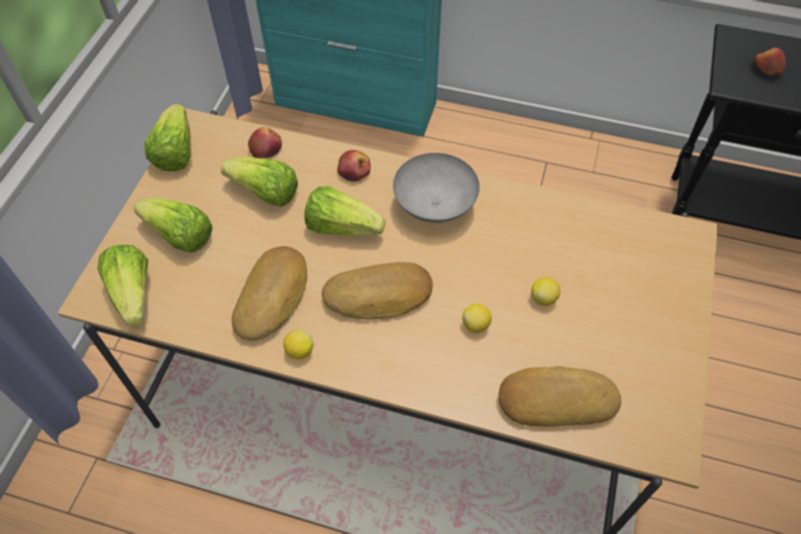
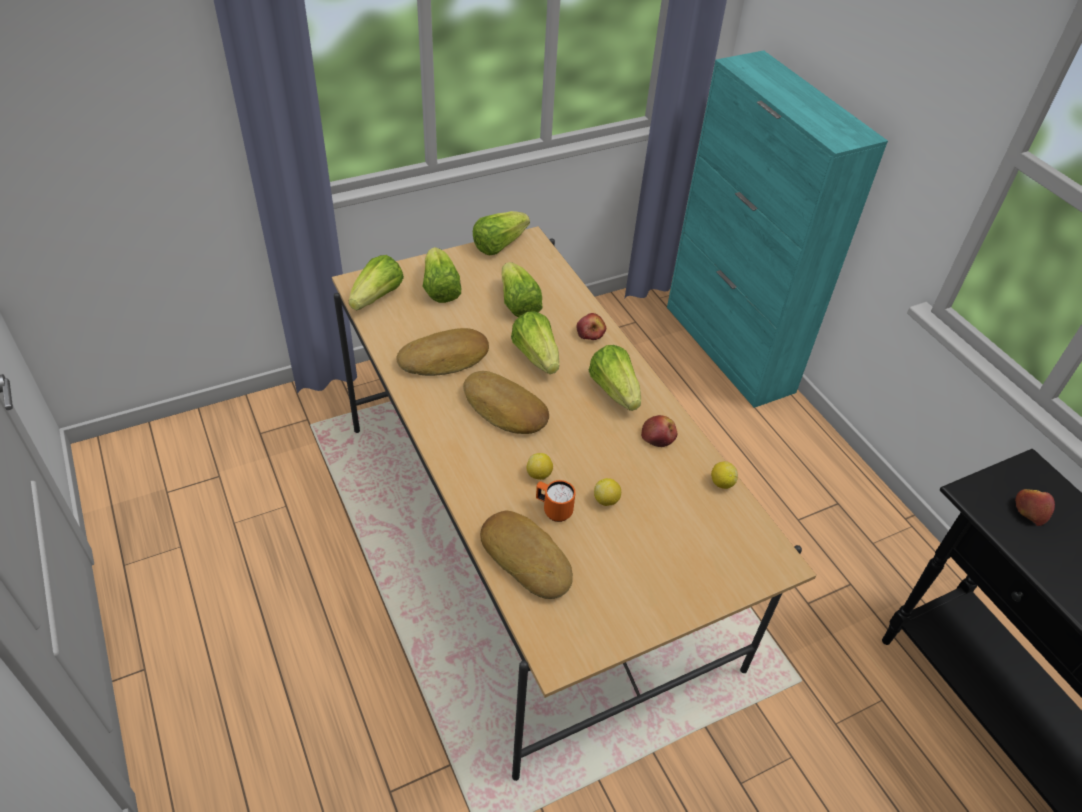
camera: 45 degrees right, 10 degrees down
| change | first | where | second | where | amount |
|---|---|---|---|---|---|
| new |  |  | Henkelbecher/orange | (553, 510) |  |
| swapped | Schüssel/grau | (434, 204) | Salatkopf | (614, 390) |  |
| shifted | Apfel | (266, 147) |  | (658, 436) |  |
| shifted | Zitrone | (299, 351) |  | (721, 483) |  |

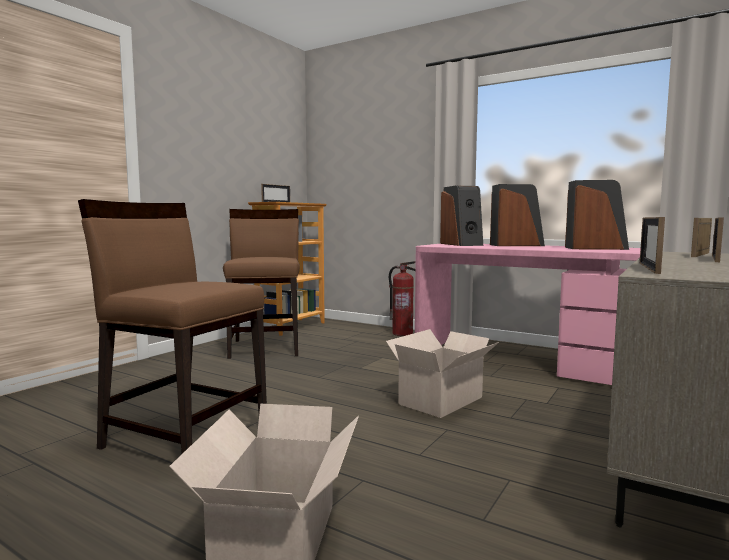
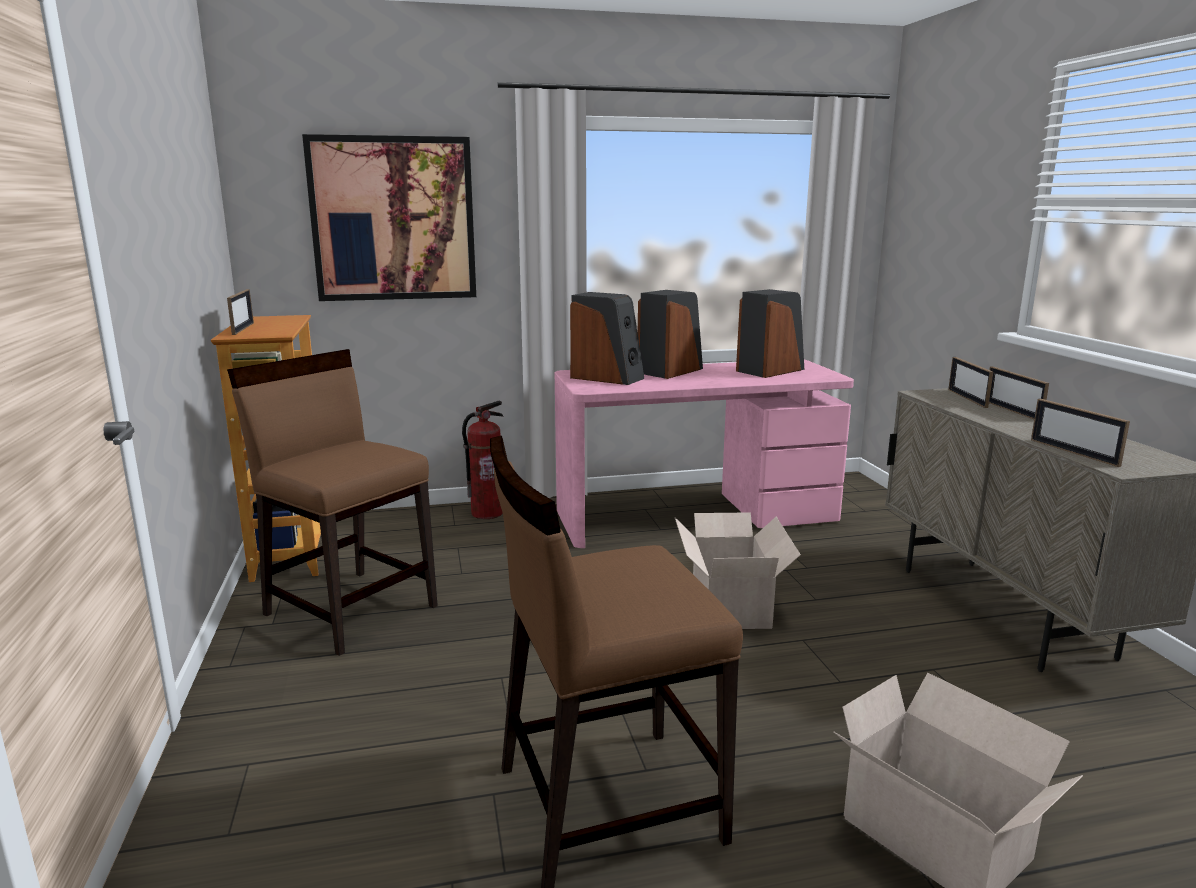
camera: 45 degrees left, 10 degrees up
| change | first | where | second | where | amount |
|---|---|---|---|---|---|
| new |  |  | Bild | (393, 219) |  |

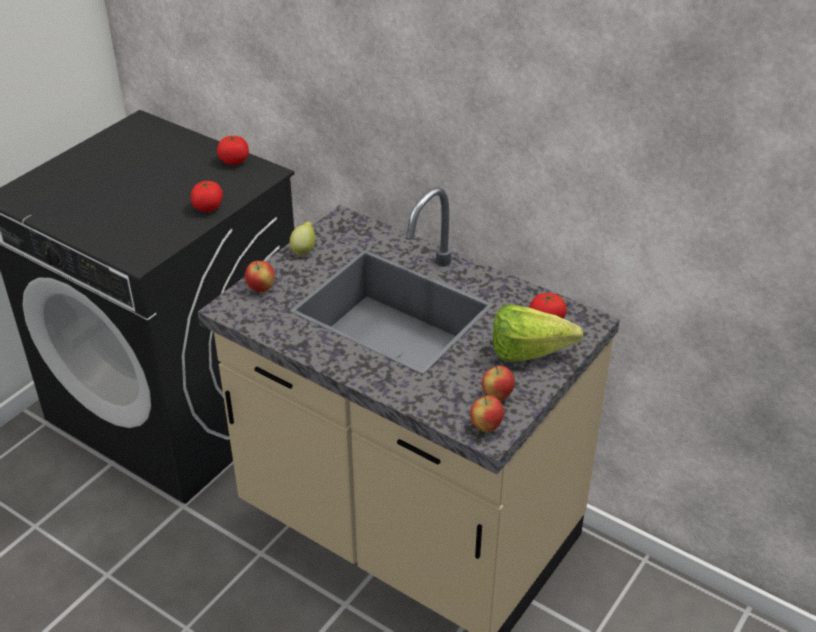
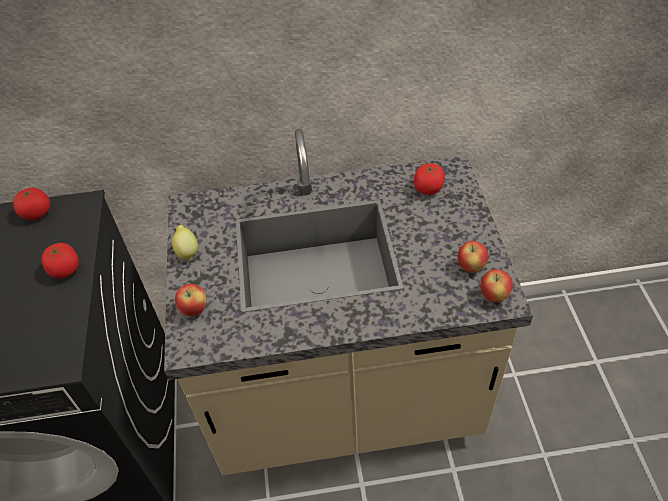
camera: 40 degrees left, 10 degrees up
| change | first | where | second | where | amount |
|---|---|---|---|---|---|
| gone | Salatkopf | (535, 354) |  |  |  |

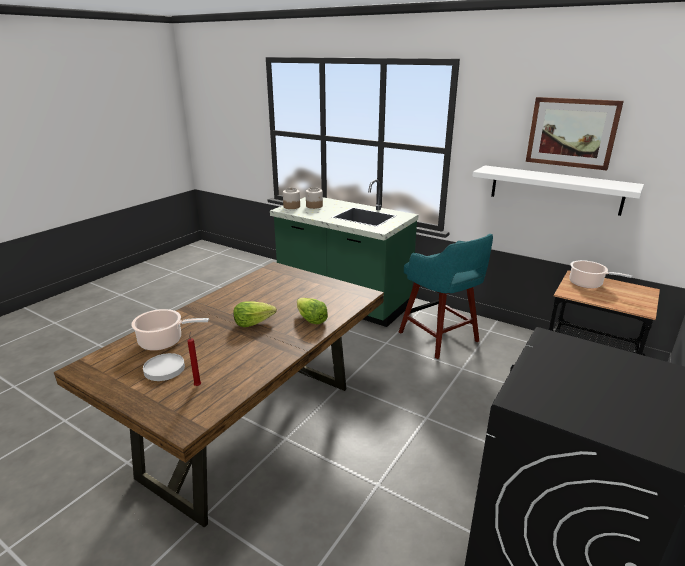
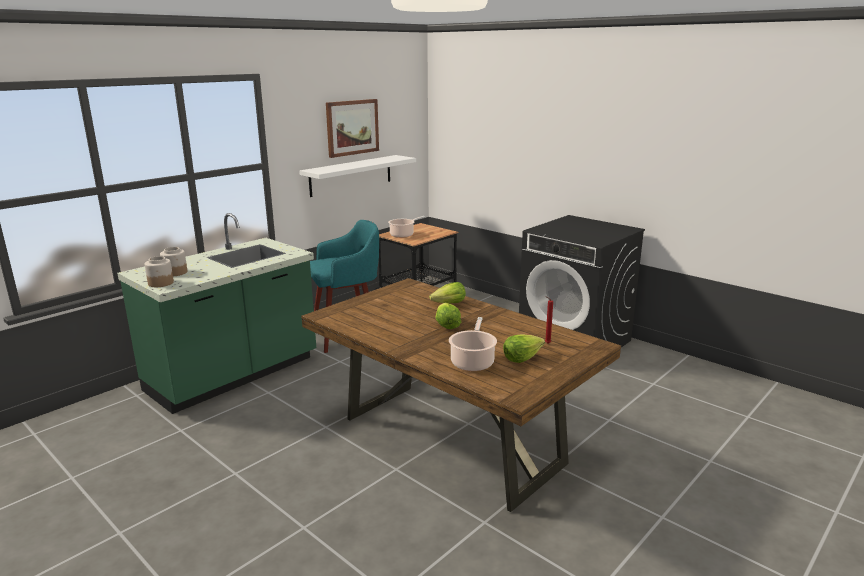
camera: 80 degrees left, 5 degrees down
| change | first | where | second | where | amount |
|---|---|---|---|---|---|
| swapped | Teller/weiß | (164, 369) | Salatkopf | (521, 358) |  |

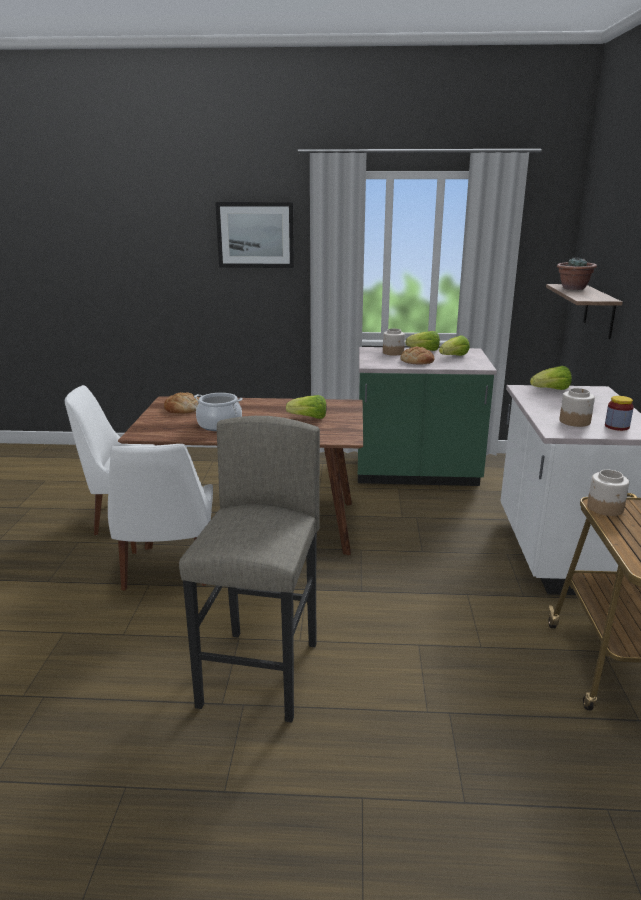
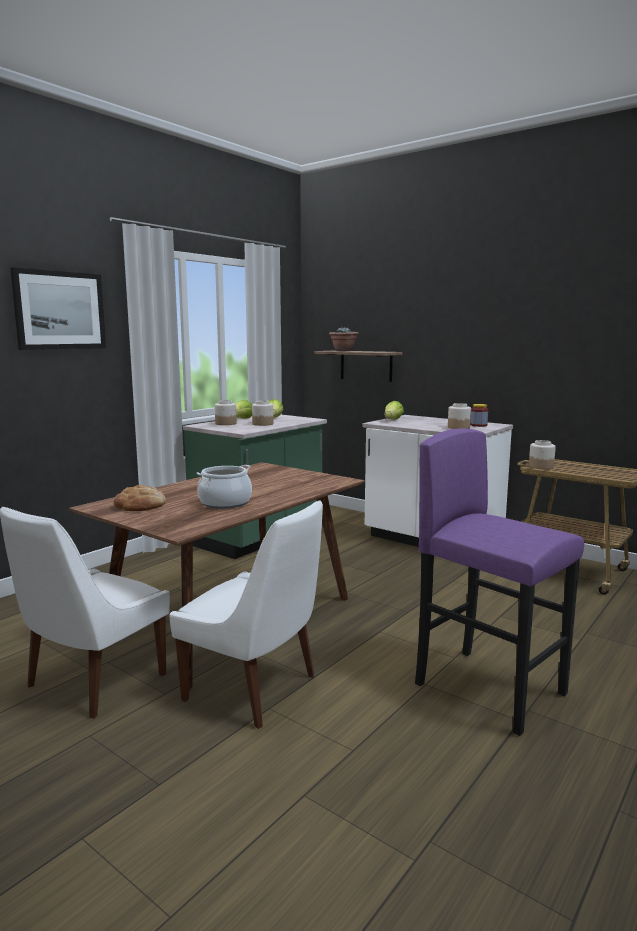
camera: 55 degrees left, 10 degrees down
| change | first | where | second | where | amount |
|---|---|---|---|---|---|
| swapped | Brot | (417, 361) | Vorratsglas | (263, 424) |  |
| repainted | Hocker/grau | (261, 674) | Hocker/lila | (490, 688) |  |
| gone | Salatkopf | (309, 418) |  |  |  |

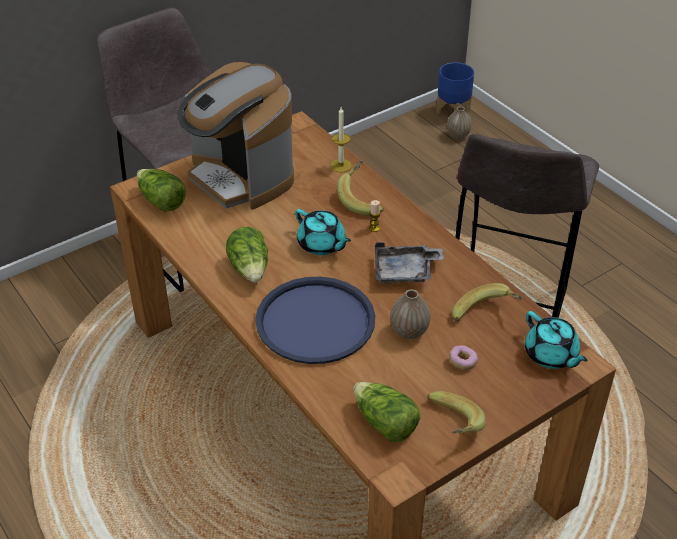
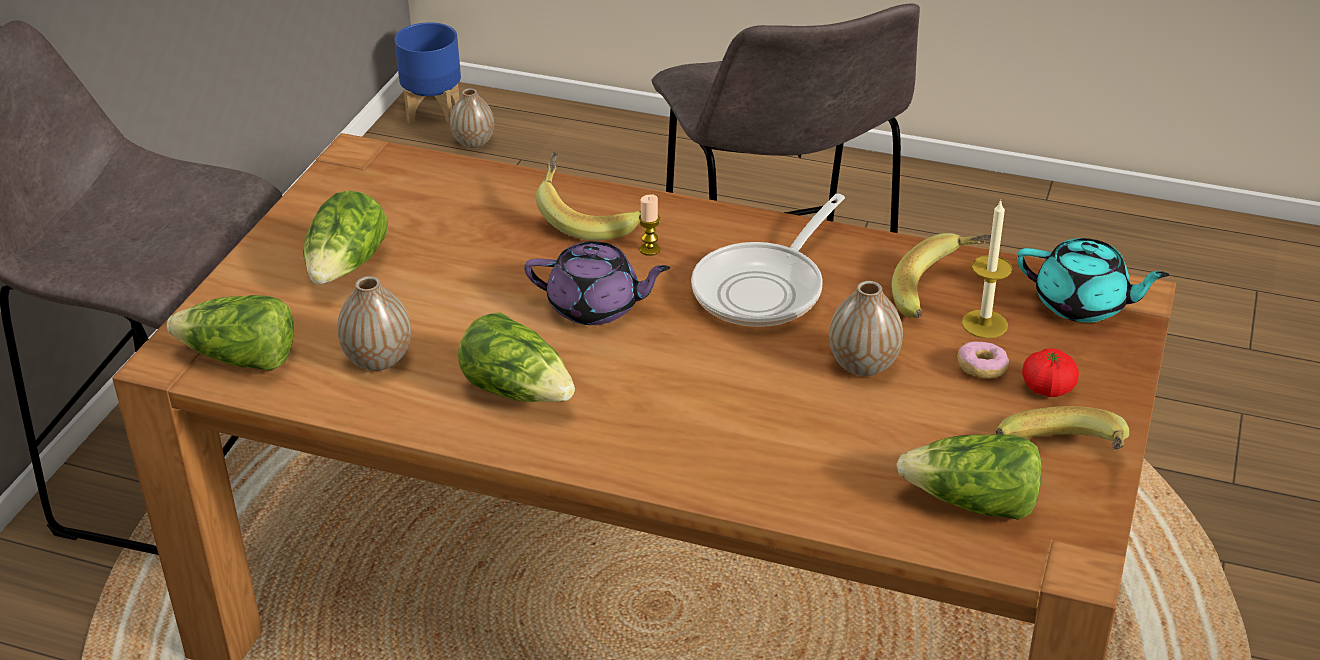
camera: 35 degrees left, 5 degrees down
| change | first | where | second | where | amount |
|---|---|---|---|---|---|
| swapped | Kaffeemaschine | (240, 177) | Salatkopf | (347, 267) |  |
| new |  |  | Vase | (378, 360) |  |
| repainted | Teekanne/türkis | (322, 245) | Teekanne/lila | (596, 307) |  |
| swapped | Tablett/grau | (405, 272) | Pfanne | (764, 288) |  |
| shifted | Kerze | (340, 165) |  | (984, 324) |  |
| new |  |  | Tomate | (1048, 388) |  |
| gone | Tablett/blau | (315, 321) |  |  |  |

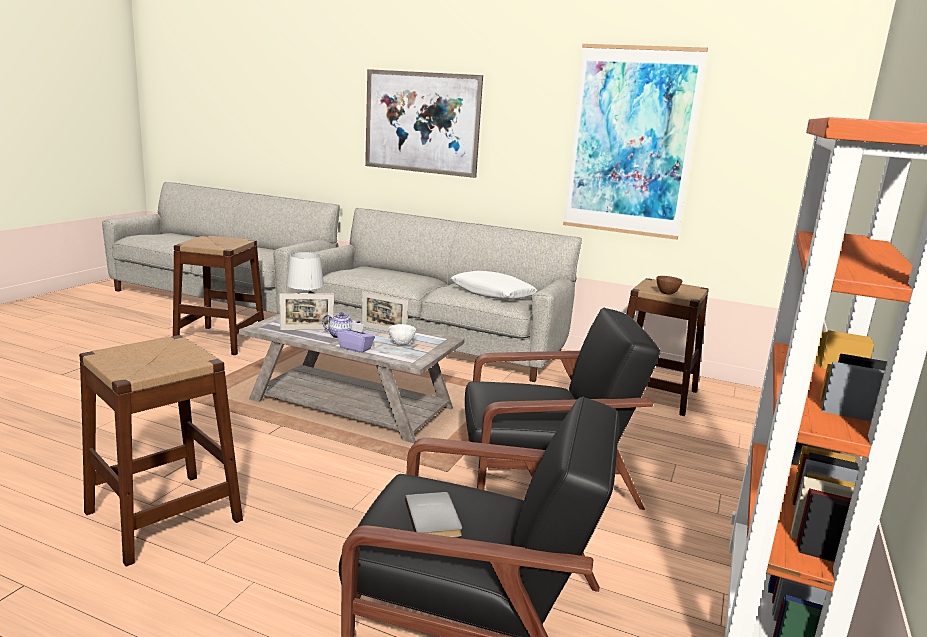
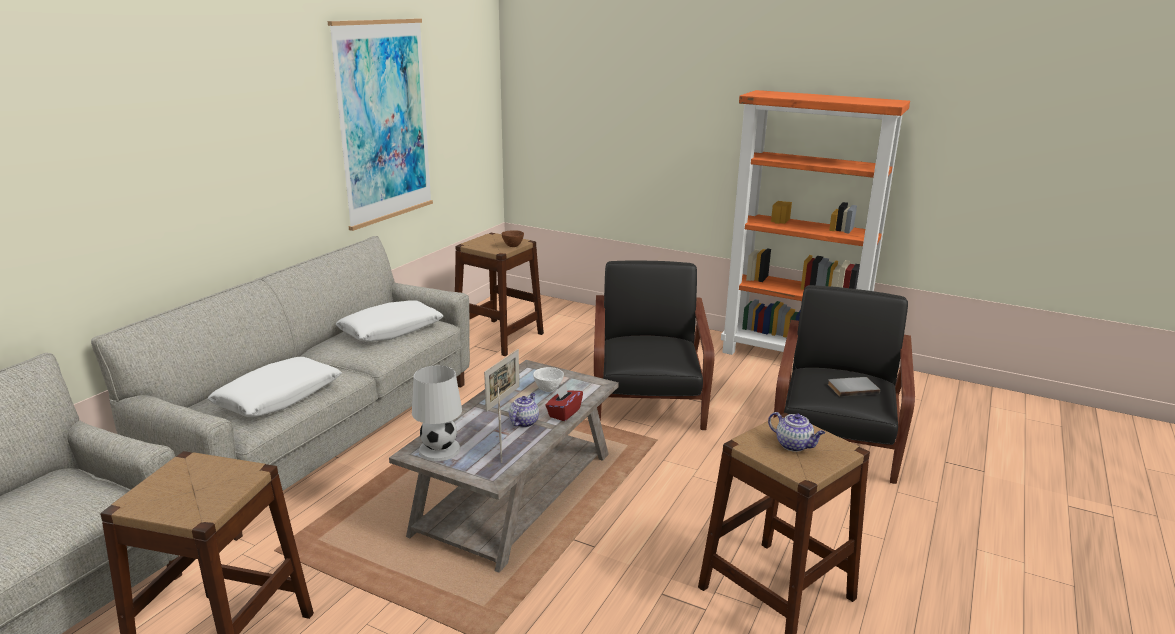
camera: 85 degrees left, 5 degrees up
| change | first | where | second | where | amount |
|---|---|---|---|---|---|
| new |  |  | Kissen/weiß | (278, 398) |  |
| repainted | Taschentuchbox/lila | (355, 348) | Taschentuchbox/rot | (564, 413) |  |
| new |  |  | Teekanne | (794, 445) |  |
| gone | Bild | (421, 122) |  |  |  |

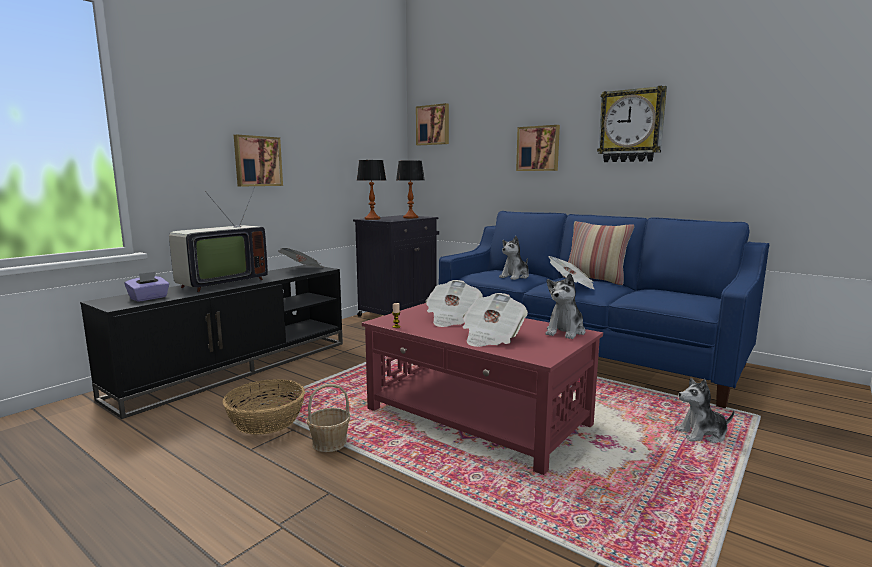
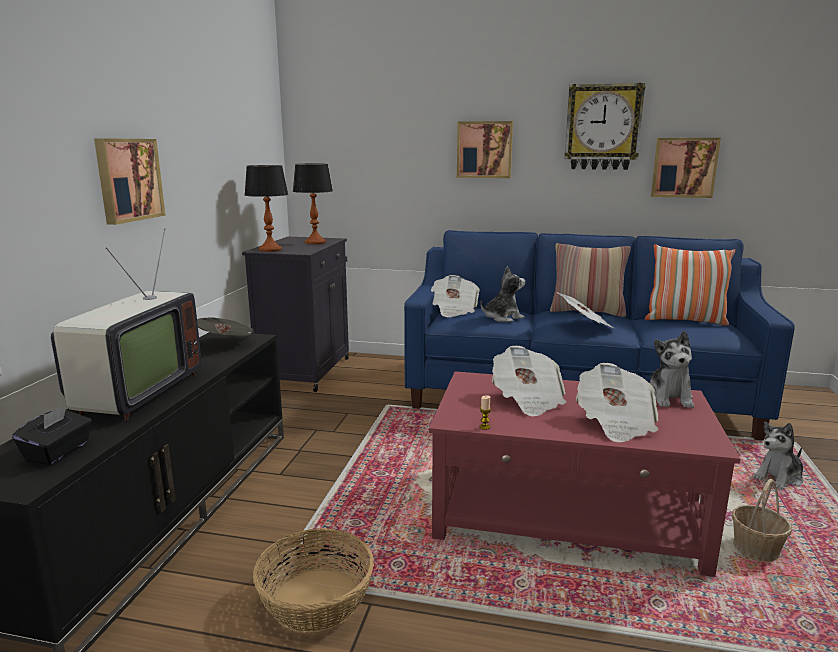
camera: 25 degrees left, 5 degrees up
| change | first | where | second | where | amount |
|---|---|---|---|---|---|
| repainted | Taschentuchbox/lila | (149, 298) | Taschentuchbox/schwarz | (58, 452) |  |
| new |  |  | Zeitung | (453, 310) |  |
| rotated | Plüschtier | (515, 276) |  | (502, 318) | 135 degrees counterclockwise |
| new |  |  | Kissen | (685, 320) |  |
| shifted | Bild | (433, 125) |  | (684, 167) |  |
| shifted | Korb | (329, 443) |  | (755, 549) |  |

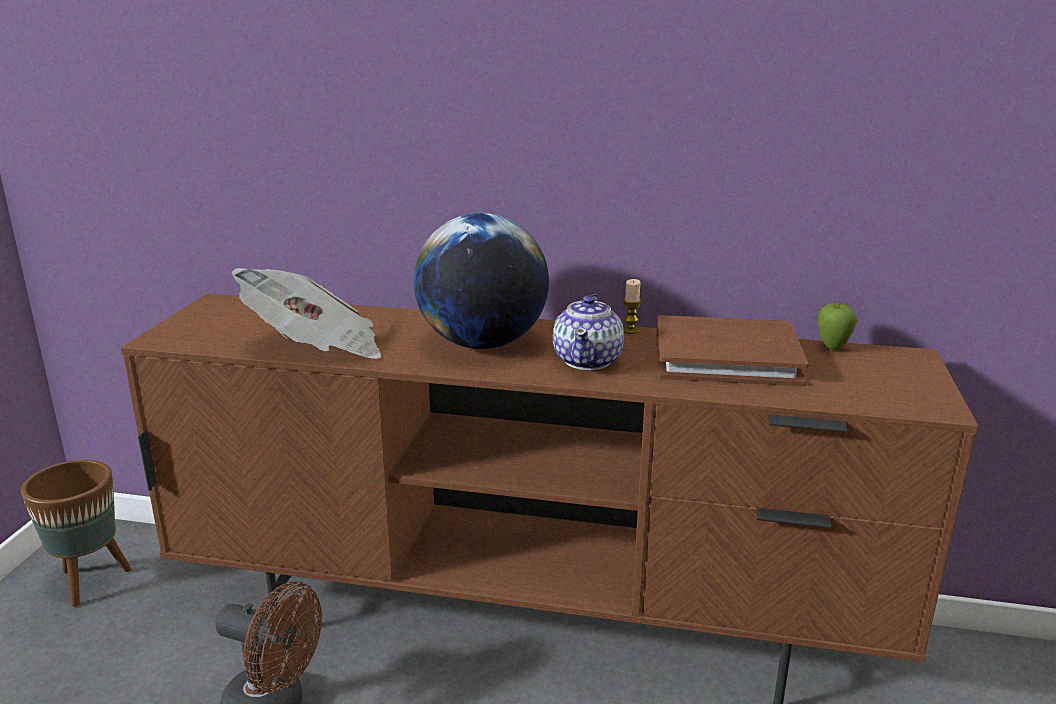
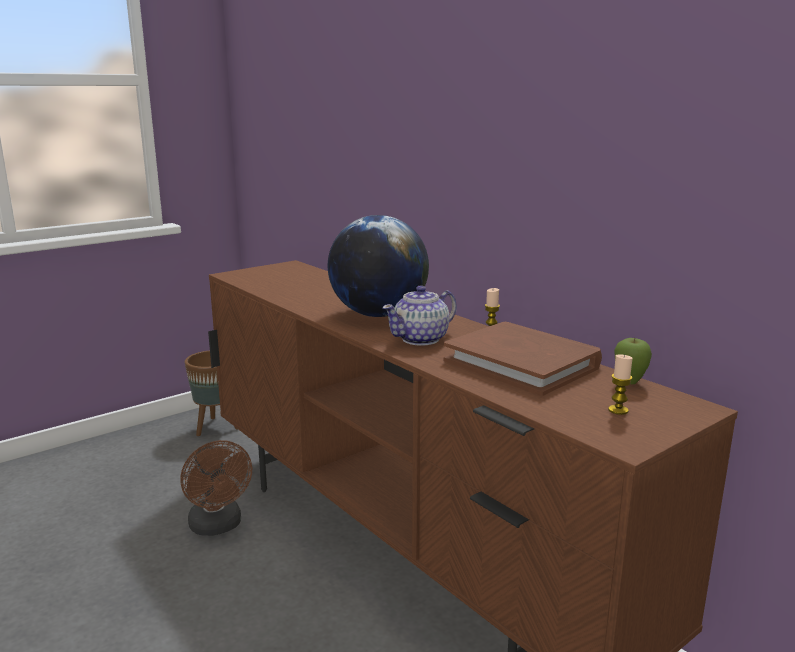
camera: 40 degrees right, 5 degrees down
| change | first | where | second | where | amount |
|---|---|---|---|---|---|
| new |  |  | Kerze | (618, 410) |  |
| gone | Zeitung | (315, 348) |  |  |  |

